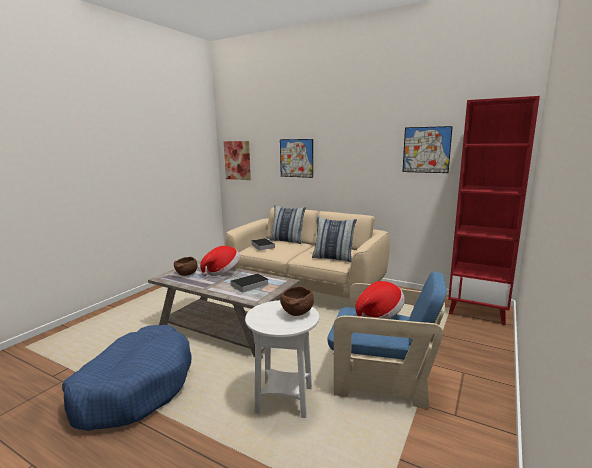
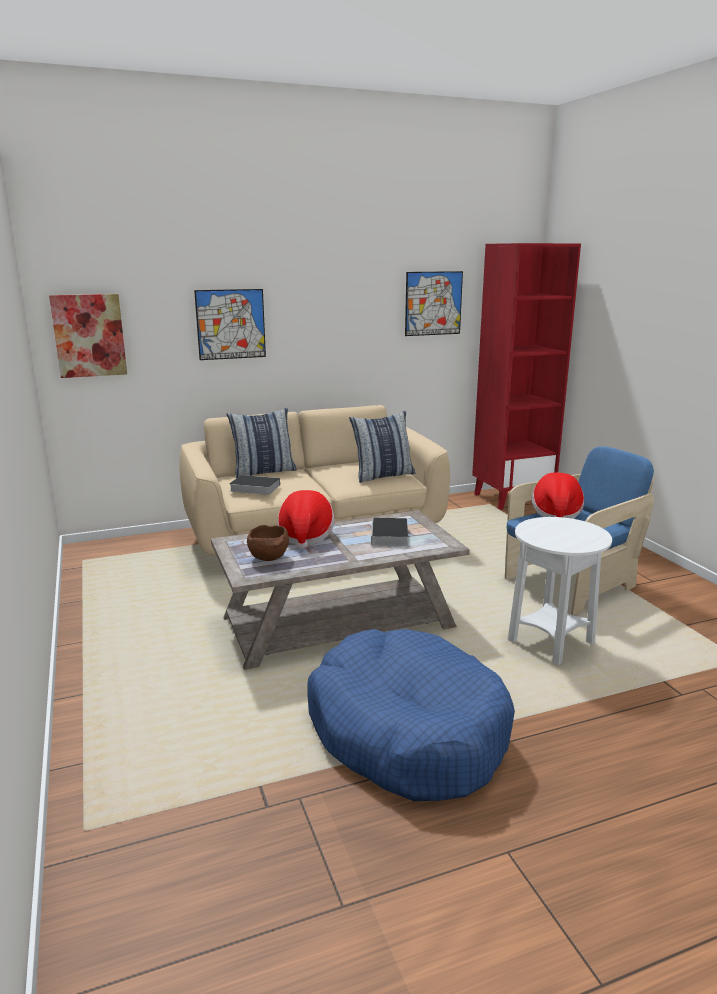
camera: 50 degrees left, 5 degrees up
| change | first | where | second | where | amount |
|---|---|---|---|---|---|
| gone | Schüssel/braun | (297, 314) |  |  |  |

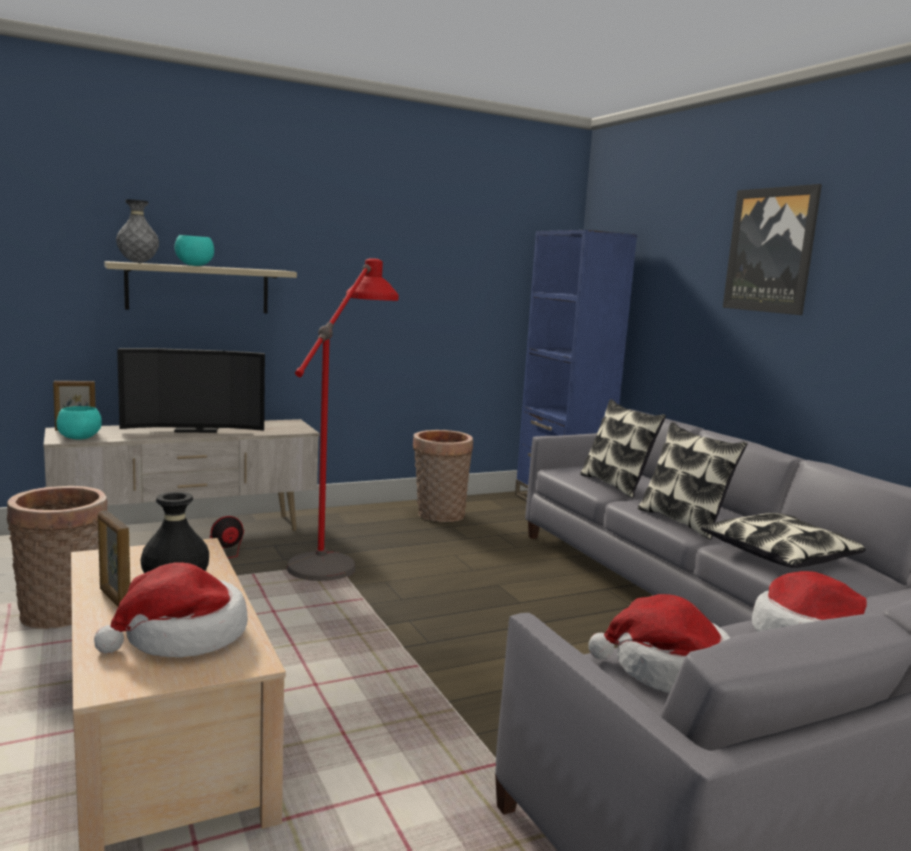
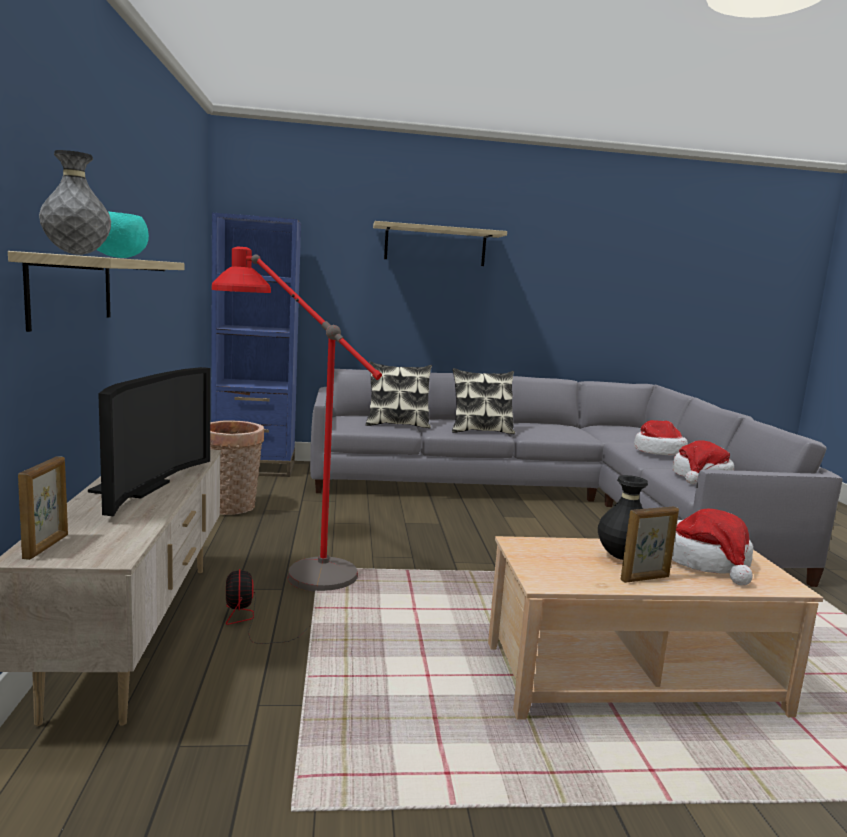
camera: 70 degrees left, 0 degrees up
| change | first | where | second | where | amount |
|---|---|---|---|---|---|
| swapped | Bild | (771, 250) | Wandregal | (435, 245) |  |
| gone | Korb | (63, 615) |  |  |  |
| gone | Schüssel/türkis | (80, 439) |  |  |  |
| gone | Kissen | (778, 555) |  |  |  |

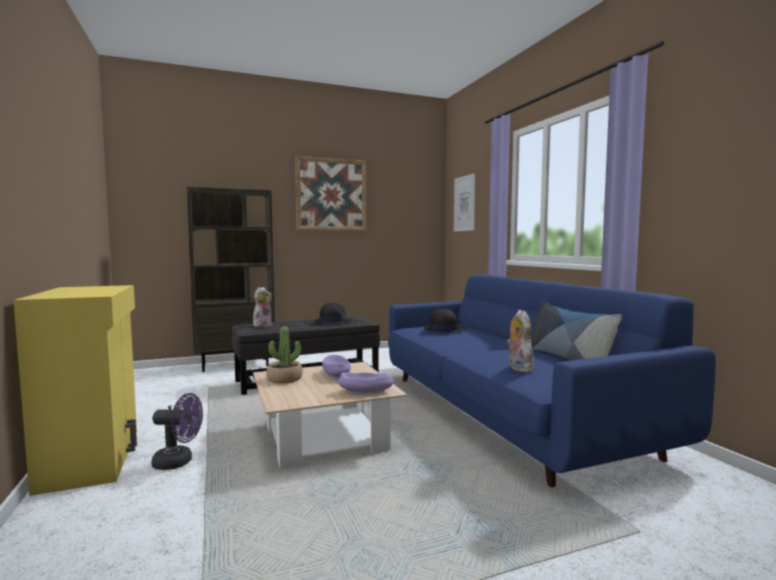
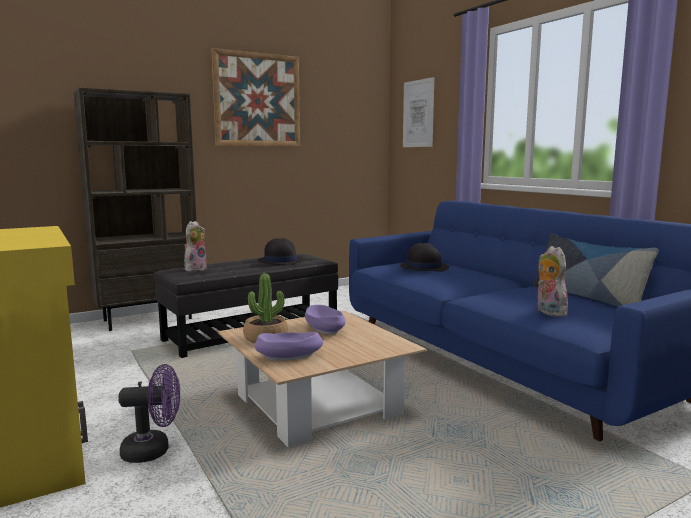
camera: 10 degrees left, 5 degrees up
| change | first | where | second | where | amount |
|---|---|---|---|---|---|
| shifted | Schüssel/lila | (365, 392) |  | (289, 356) |  |

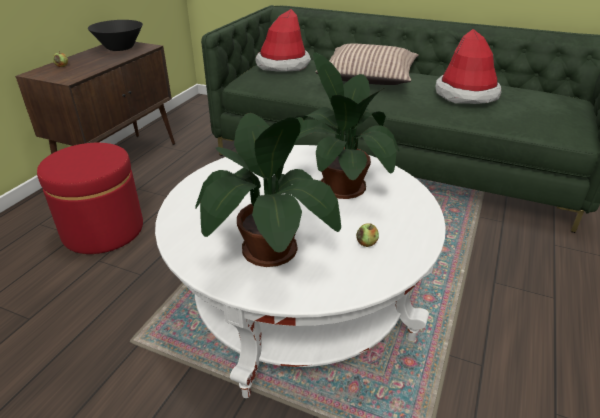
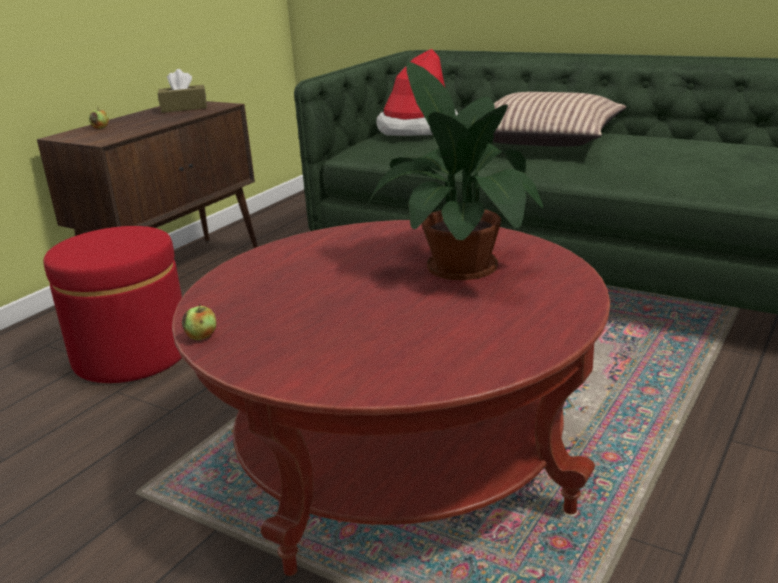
camera: 10 degrees right, 10 degrees down
| change | first | where | second | where | amount |
|---|---|---|---|---|---|
| swapped | Schüssel/schwarz | (120, 48) | Taschentuchbox/braun | (184, 108) |  |
| repainted | Couchtisch/weiß | (300, 303) | Couchtisch/rot | (400, 456) |  |
| shifted | Apfel | (366, 243) |  | (201, 336) |  |
| gone | Topfpflanze | (269, 252) |  |  |  |
| gone | Hut | (466, 94) |  |  |  |

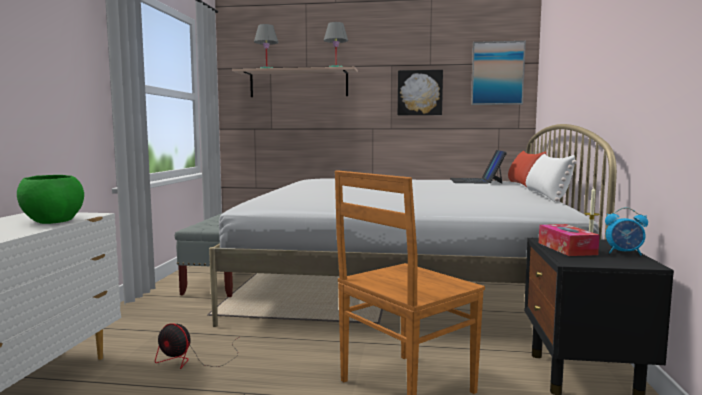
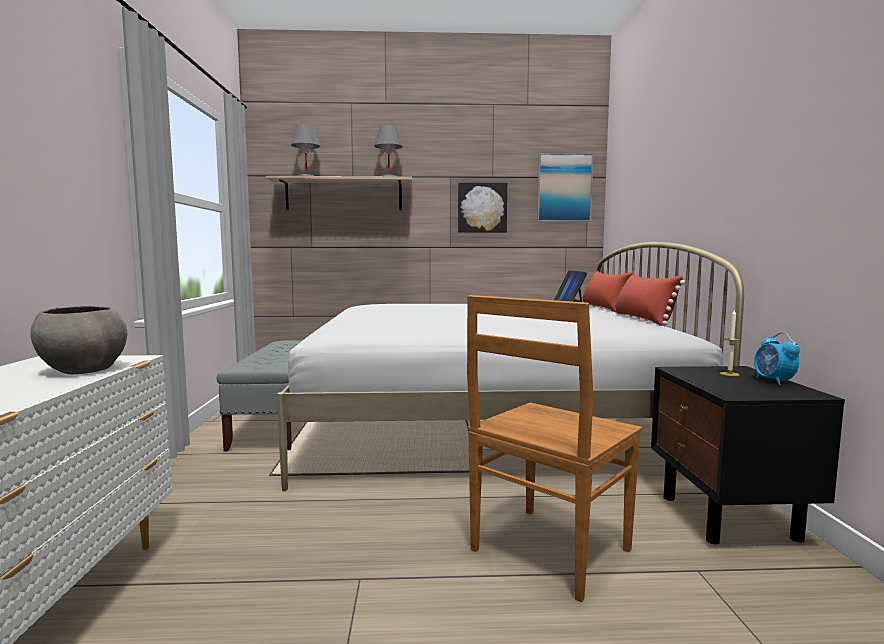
camera: 10 degrees left, 0 degrees up
| change | first | where | second | where | amount |
|---|---|---|---|---|---|
| repainted | Schüssel/grün | (52, 221) | Schüssel/grau | (83, 370) |  |
| repainted | Kissen/weiß | (546, 195) | Kissen/rot | (643, 319) |  |
| rotated | Wecker | (624, 253) |  | (774, 381) | 75 degrees clockwise |
| gone | Ventilator | (194, 359) |  |  |  |
| gone | Taschentuchbox | (566, 248) |  |  |  |

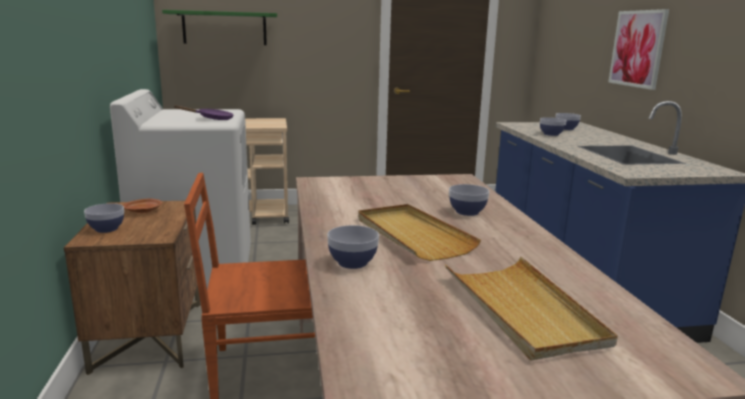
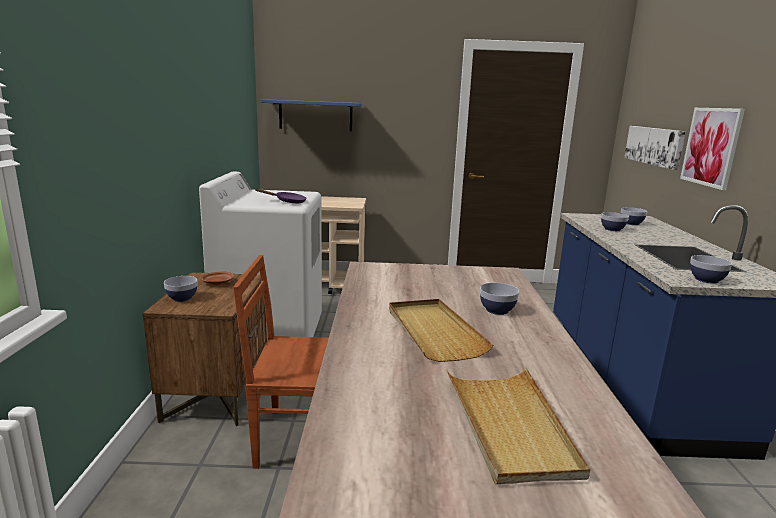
camera: 10 degrees right, 0 degrees up
| change | first | where | second | where | amount |
|---|---|---|---|---|---|
| repainted | Wandregal/grün | (224, 28) | Wandregal/blau | (315, 115) |  |
| new |  |  | Bild | (654, 146) |  |
| shifted | Schüssel | (352, 262) |  | (706, 280) |  |

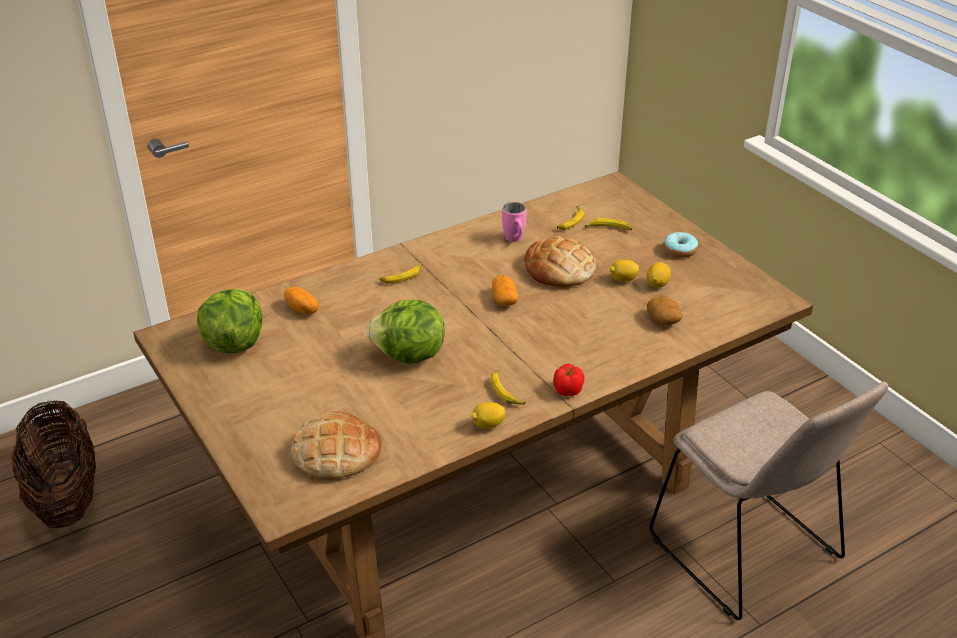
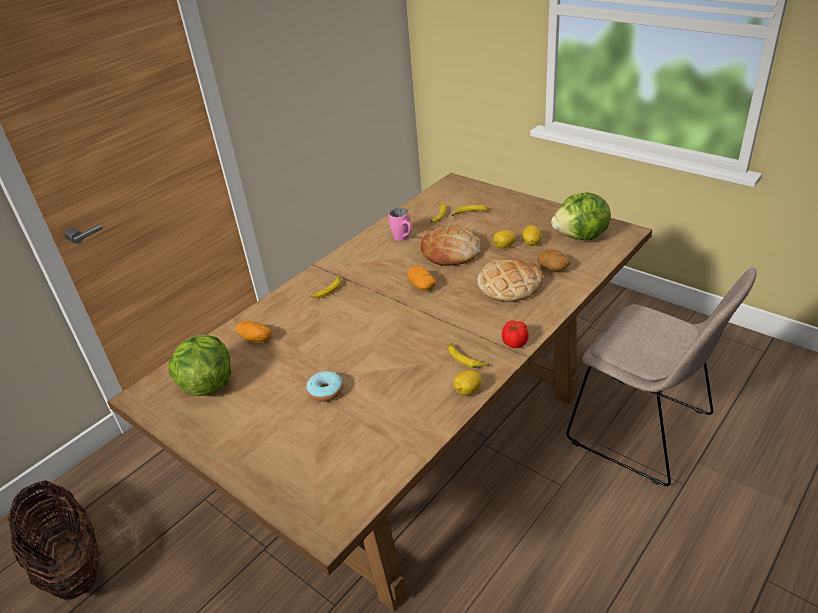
camera: 15 degrees left, 0 degrees up
| change | first | where | second | where | amount |
|---|---|---|---|---|---|
| shifted | Donut | (680, 250) |  | (325, 391) |  |
| shifted | Brot | (336, 452) |  | (509, 285) |  |
| shifted | Salatkopf | (409, 356) |  | (581, 237) |  |

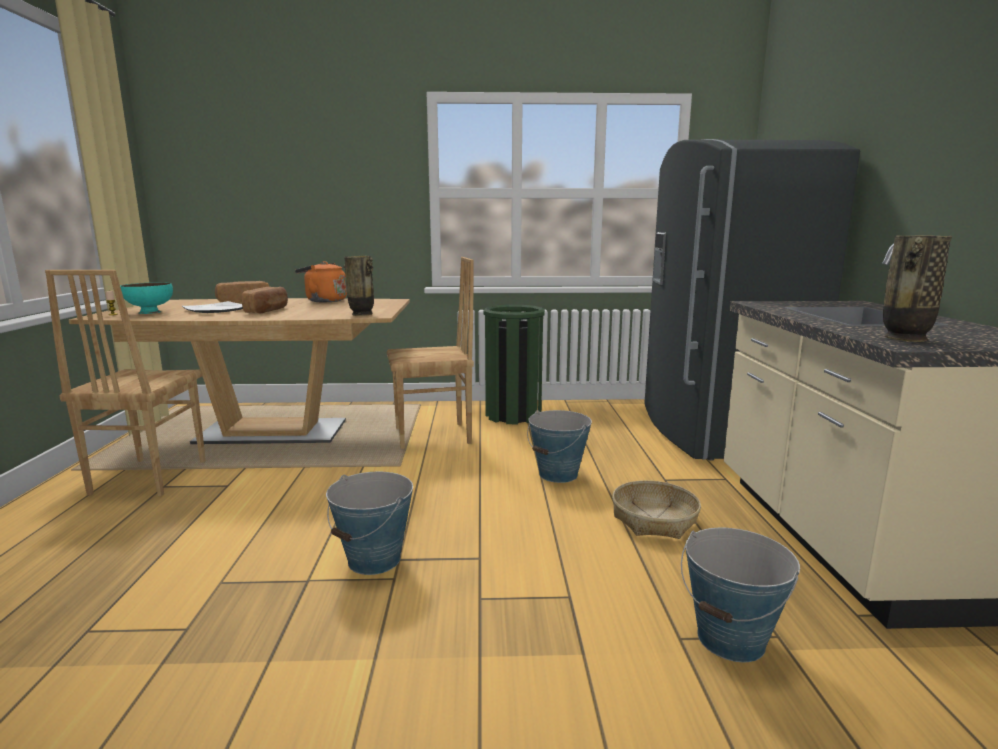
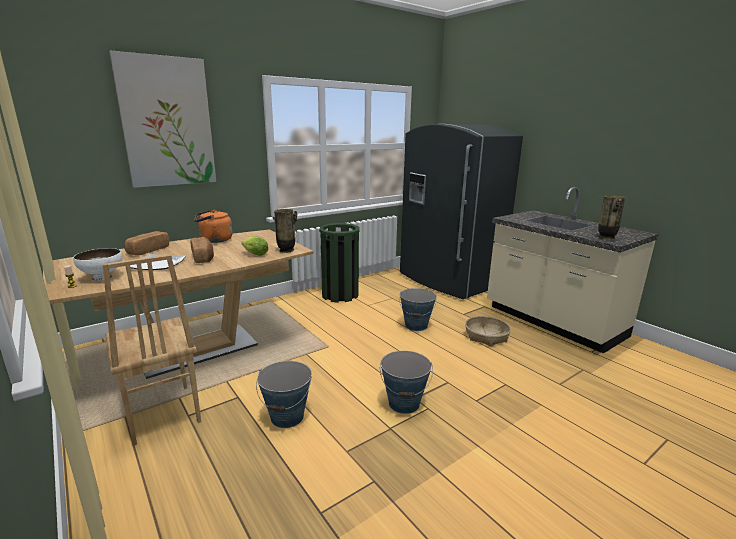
camera: 35 degrees left, 5 degrees up
| change | first | where | second | where | amount |
|---|---|---|---|---|---|
| repainted | Schüssel/türkis | (150, 312) | Schüssel/weiß | (103, 277) |  |
| new |  |  | Bild | (167, 122) |  |
| new |  |  | Salatkopf | (254, 254) |  |
| shifted | Eimer | (731, 639) |  | (287, 417) |  |
| gone | Stuhl/braun | (433, 436) |  |  |  |

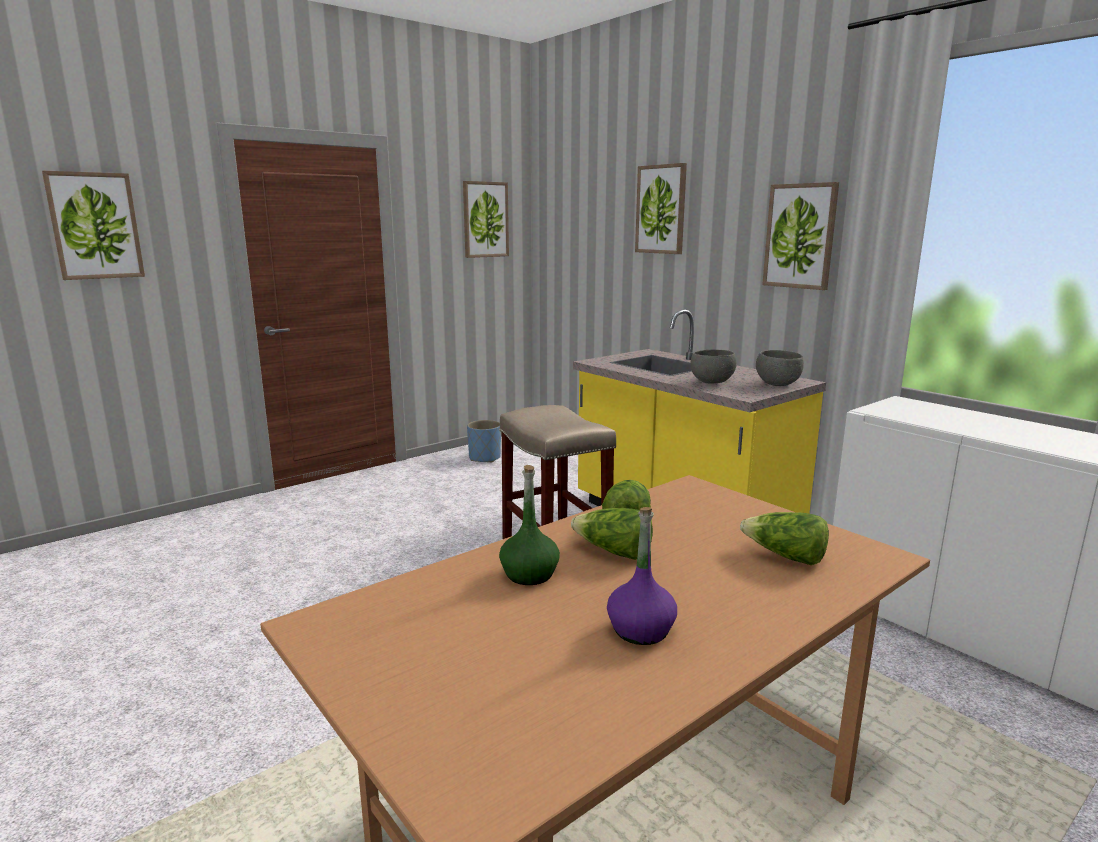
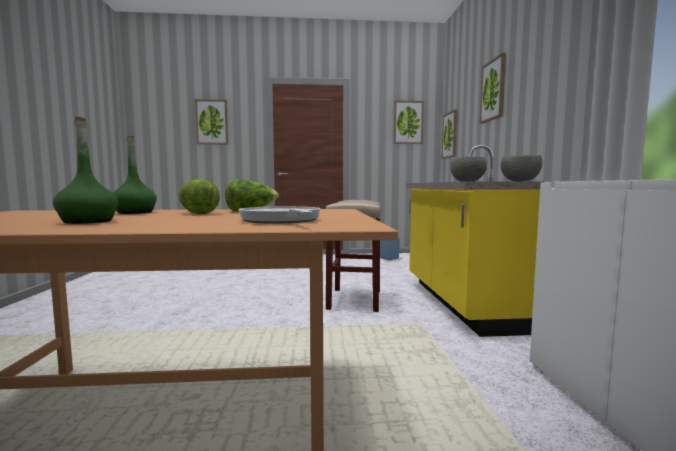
camera: 35 degrees right, 10 degrees down
| change | first | where | second | where | amount |
|---|---|---|---|---|---|
| repainted | Flasche/lila | (640, 630) | Flasche/grün | (88, 221) |  |
| swapped | Salatkopf | (785, 556) | Pfanne | (281, 220) |  |
| shifted | Bild | (800, 236) |  | (450, 135) |  |

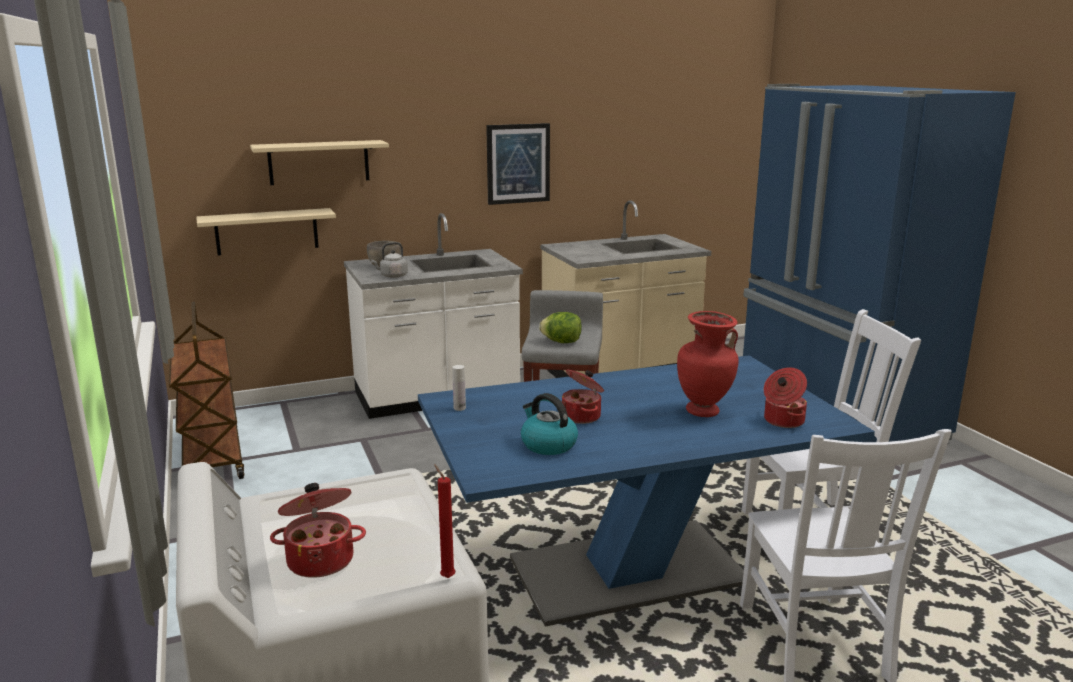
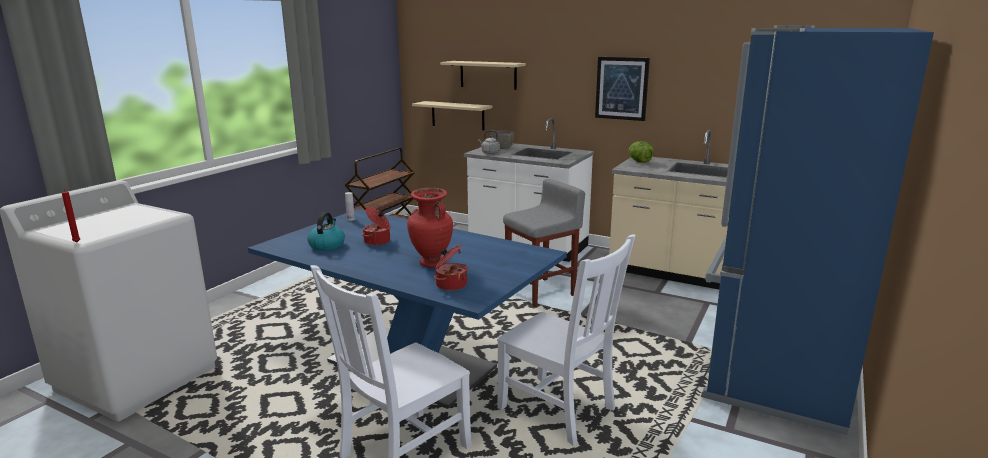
camera: 50 degrees right, 0 degrees up
| change | first | where | second | where | amount |
|---|---|---|---|---|---|
| shifted | Salatkopf | (561, 342) |  | (639, 162) |  |
| gone | Kochtopf | (321, 559) |  |  |  |

